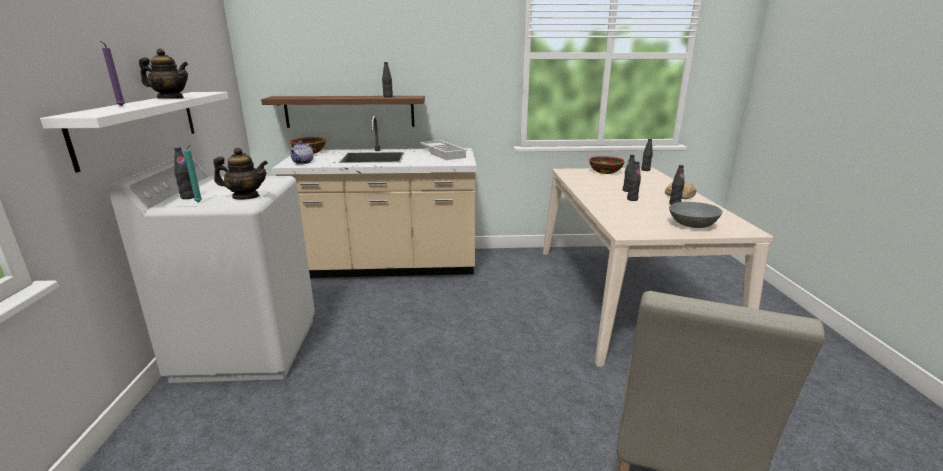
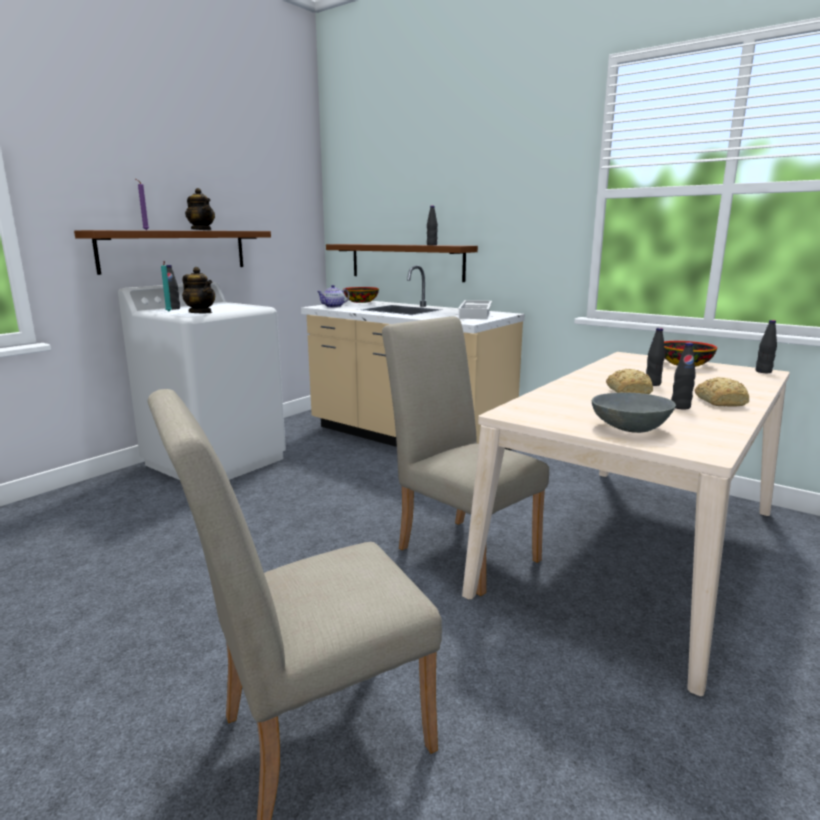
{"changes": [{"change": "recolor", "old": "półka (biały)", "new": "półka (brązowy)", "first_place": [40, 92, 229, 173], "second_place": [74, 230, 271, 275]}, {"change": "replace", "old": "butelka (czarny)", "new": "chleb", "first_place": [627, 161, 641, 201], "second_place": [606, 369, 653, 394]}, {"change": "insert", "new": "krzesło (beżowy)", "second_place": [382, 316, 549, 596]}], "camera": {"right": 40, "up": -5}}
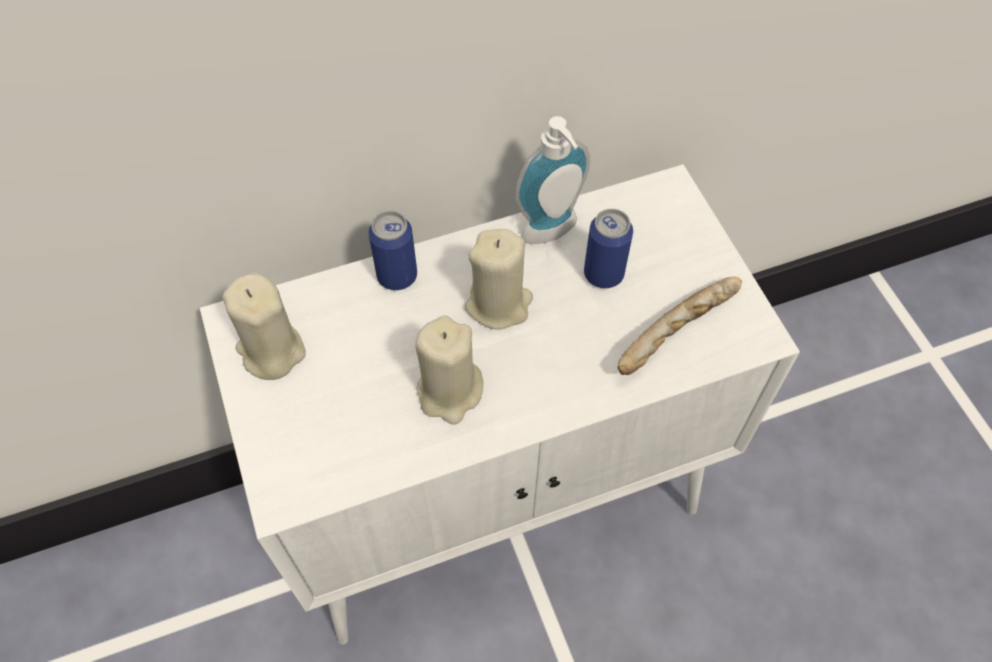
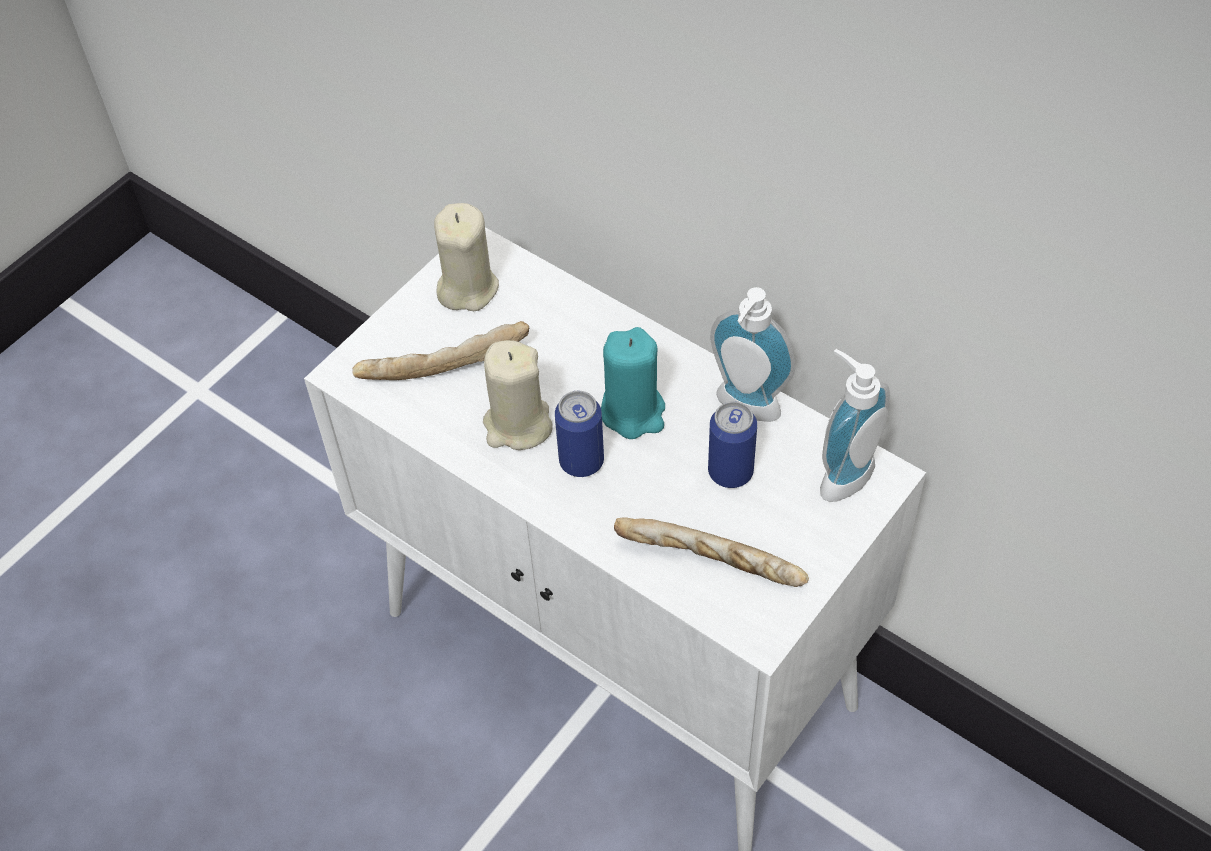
{"changes": [{"change": "move", "old": "puszka", "first_place": [369, 211, 417, 290], "second_place": [555, 391, 604, 477]}, {"change": "recolor", "old": "świeca (beżowy)", "new": "świeca (turkusowy)", "first_place": [465, 229, 533, 330], "second_place": [601, 327, 665, 439]}, {"change": "insert", "new": "chleb", "second_place": [352, 321, 529, 380]}, {"change": "insert", "new": "dozownik mydła", "second_place": [820, 349, 890, 502]}], "camera": {"right": 60, "up": -5}}
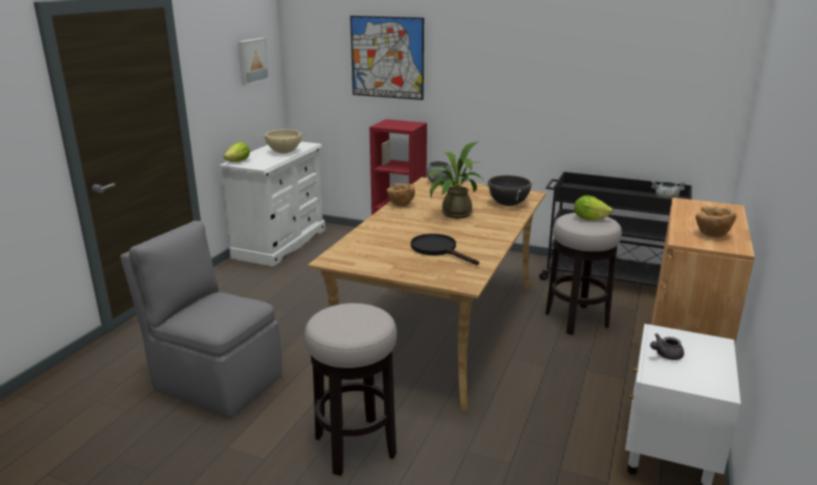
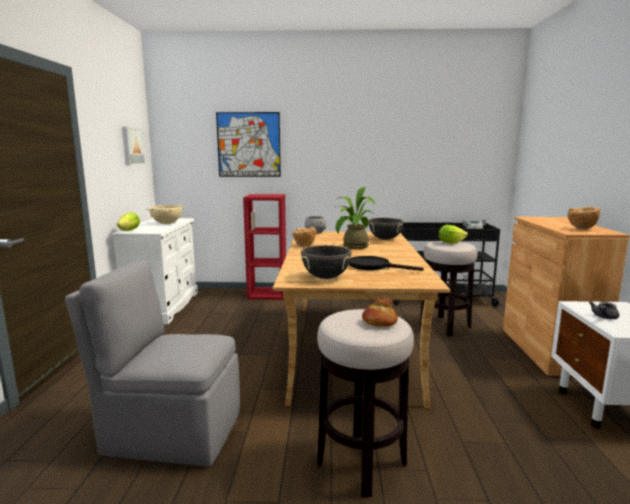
{"changes": [{"change": "insert", "new": "garnek (czarny)", "second_place": [301, 245, 352, 279]}, {"change": "insert", "new": "chleb", "second_place": [362, 296, 398, 327]}], "camera": {"right": -20, "up": -10}}
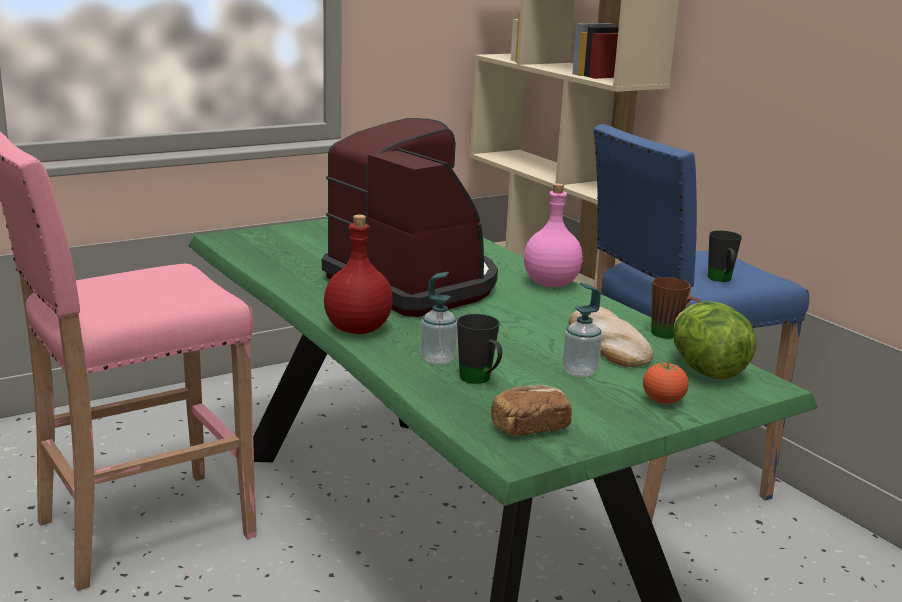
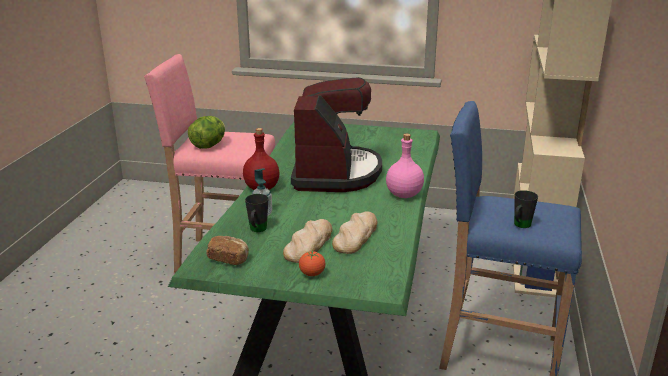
{"changes": [{"change": "delete", "old": "kubek (brązowy)", "first_place": [651, 277, 701, 339]}, {"change": "replace", "old": "dozownik mydła", "new": "chleb", "first_place": [562, 283, 602, 377], "second_place": [283, 219, 333, 263]}, {"change": "move", "old": "sałata", "first_place": [673, 301, 756, 380], "second_place": [188, 116, 225, 149]}], "camera": {"right": 45, "up": 5}}
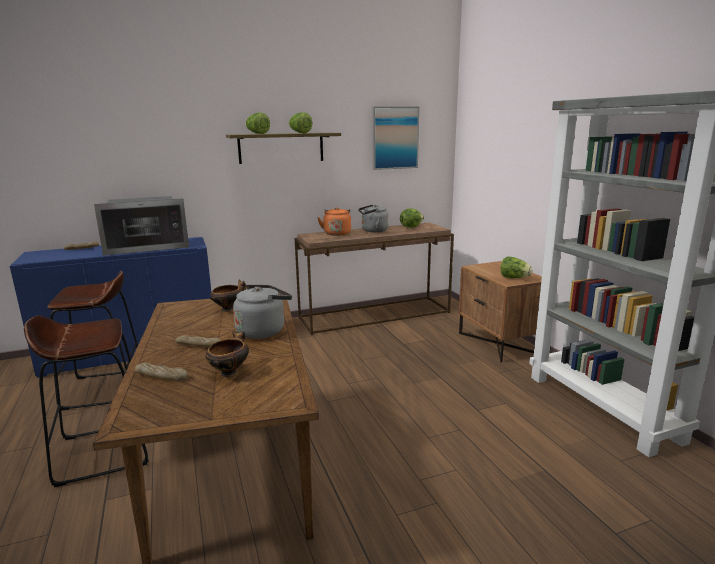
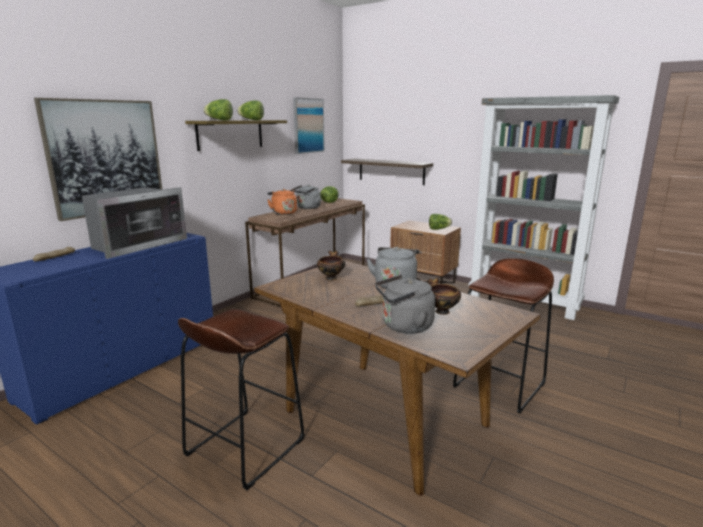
{"changes": [{"change": "move", "old": "stołek (brązowy)", "first_place": [48, 271, 138, 411], "second_place": [453, 258, 554, 413]}, {"change": "replace", "old": "chleb", "new": "czajnik (szary)", "first_place": [135, 363, 188, 381], "second_place": [375, 275, 435, 334]}, {"change": "insert", "new": "obraz", "second_place": [34, 98, 162, 221]}, {"change": "insert", "new": "półka", "second_place": [341, 159, 433, 185]}], "camera": {"right": -35, "up": 0}}
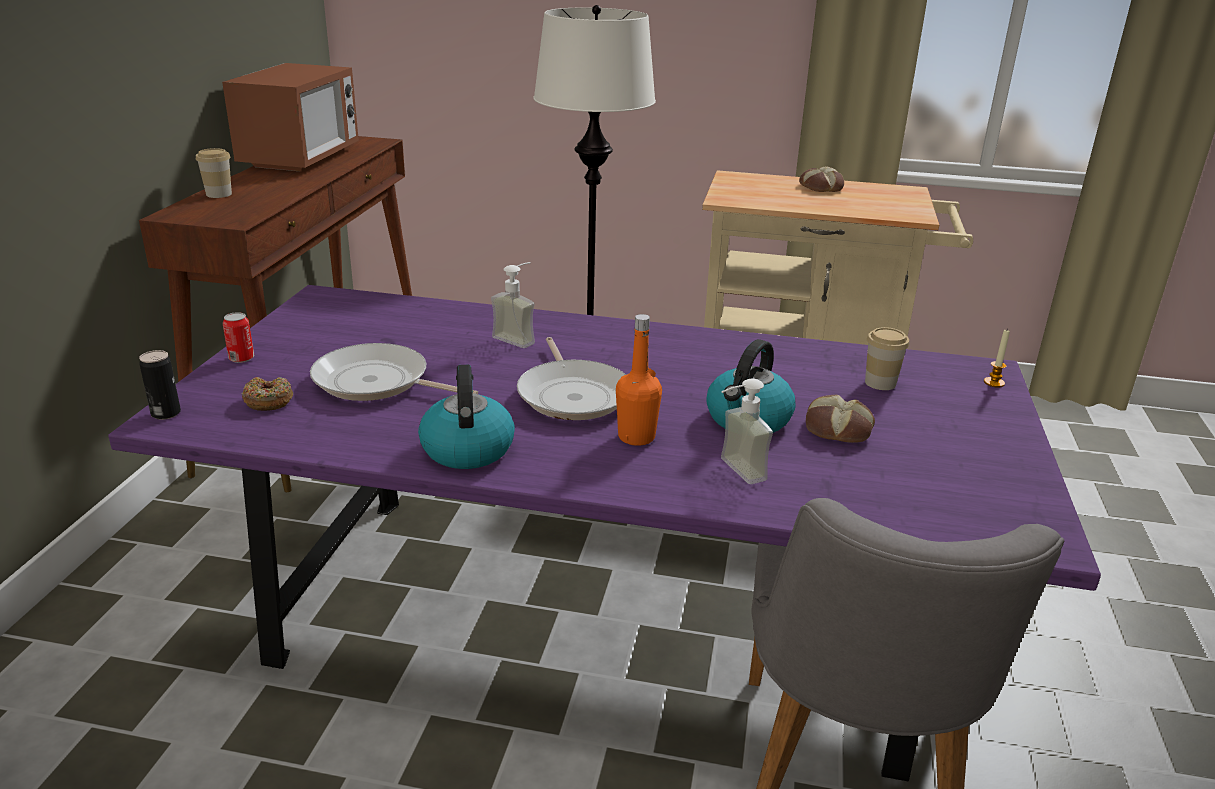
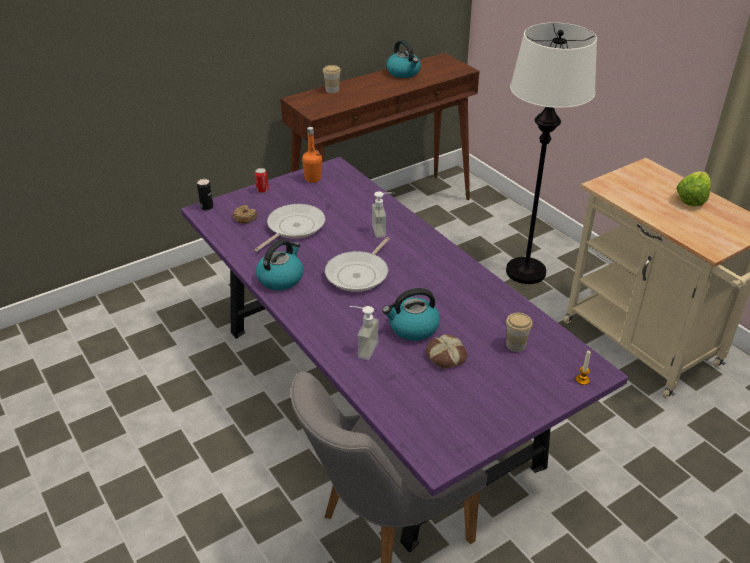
{"changes": [{"change": "replace", "old": "mikrofalówka", "new": "czajnik", "first_place": [222, 63, 359, 172], "second_place": [386, 40, 421, 78]}, {"change": "replace", "old": "chleb", "new": "sałata", "first_place": [799, 167, 844, 192], "second_place": [676, 172, 711, 206]}, {"change": "move", "old": "butelka (pomarańczowy)", "first_place": [616, 314, 662, 446], "second_place": [302, 127, 322, 183]}, {"change": "rotate", "old": "patelnia", "first_place": [310, 343, 478, 401], "second_place": [254, 204, 325, 252], "degrees": 60}], "camera": {"right": 45, "up": 10}}
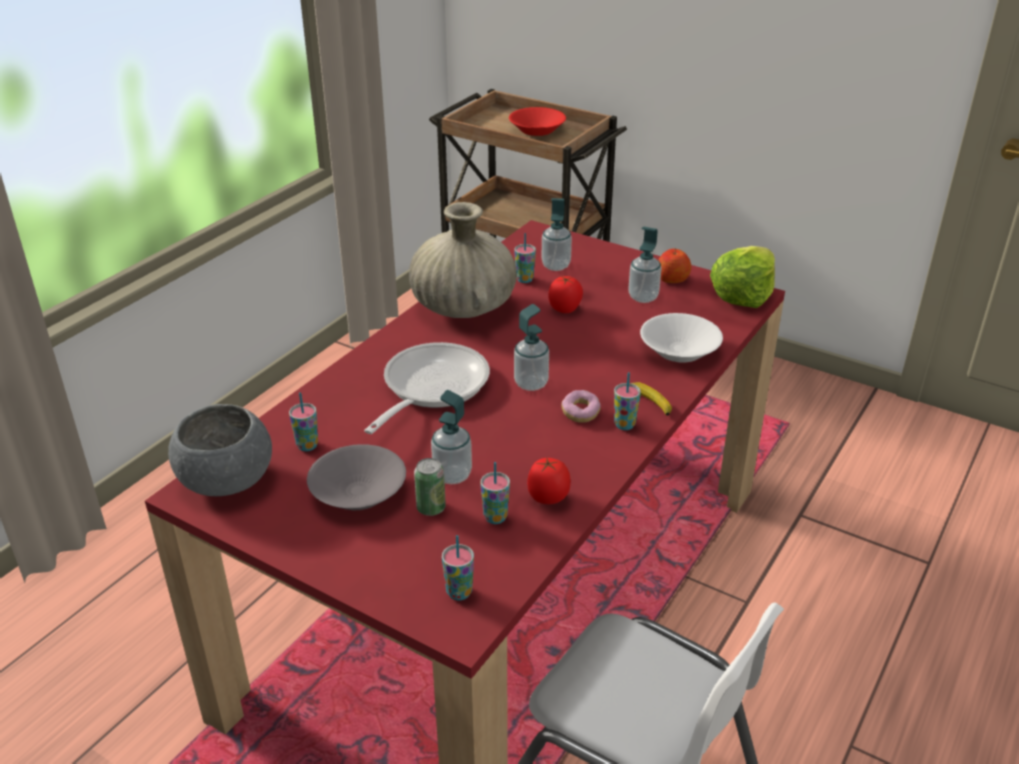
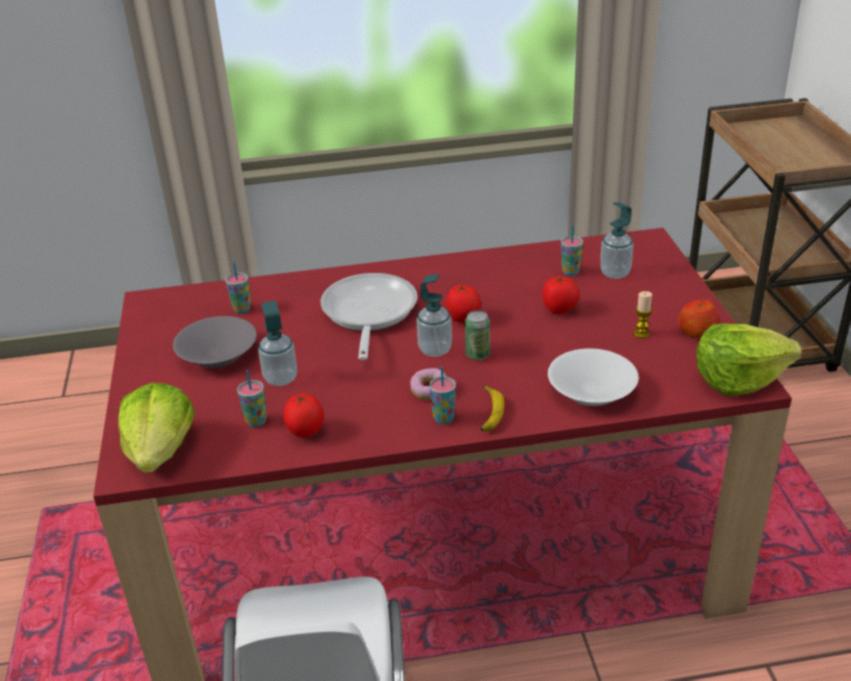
{"changes": [{"change": "delete", "old": "miska (czerwony)", "first_place": [509, 107, 566, 136]}, {"change": "delete", "old": "wazon (beżowy)", "first_place": [409, 202, 517, 318]}, {"change": "replace", "old": "dozownik mydła", "new": "świeca", "first_place": [628, 227, 662, 303], "second_place": [633, 291, 652, 338]}, {"change": "rotate", "old": "patelnia", "first_place": [364, 342, 490, 434], "second_place": [321, 273, 417, 360], "degrees": -75}, {"change": "delete", "old": "miska (szary)", "first_place": [168, 404, 272, 496]}, {"change": "move", "old": "puszka", "first_place": [414, 458, 446, 516], "second_place": [465, 310, 490, 360]}, {"change": "replace", "old": "filiżanka", "new": "sałata", "first_place": [442, 535, 474, 600], "second_place": [118, 383, 194, 472]}, {"change": "insert", "new": "pomidor", "second_place": [446, 285, 481, 323]}], "camera": {"right": 50, "up": 0}}
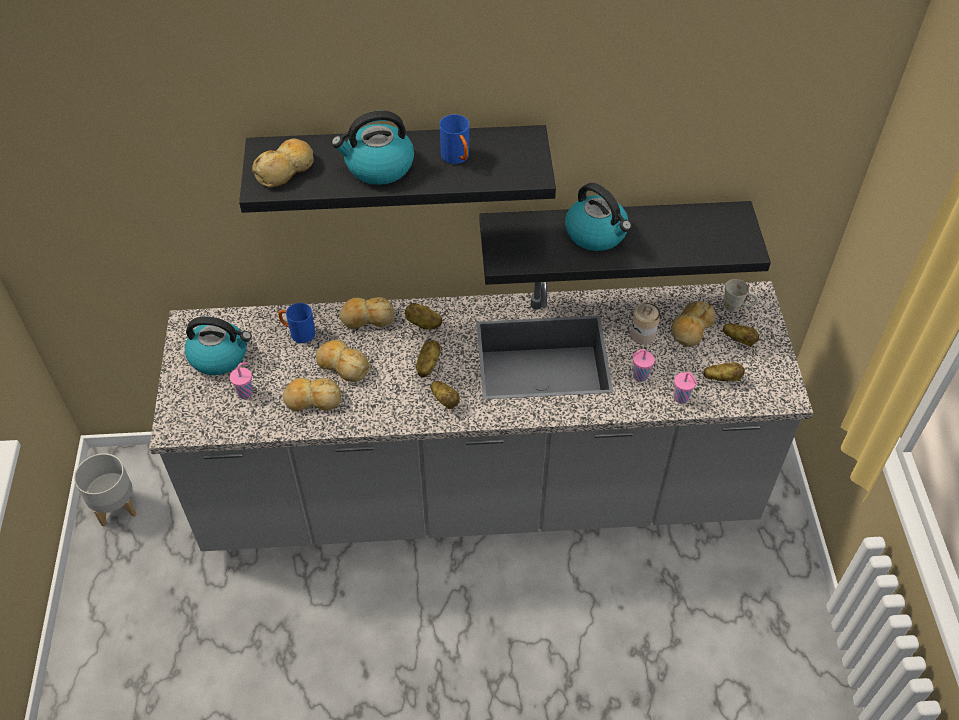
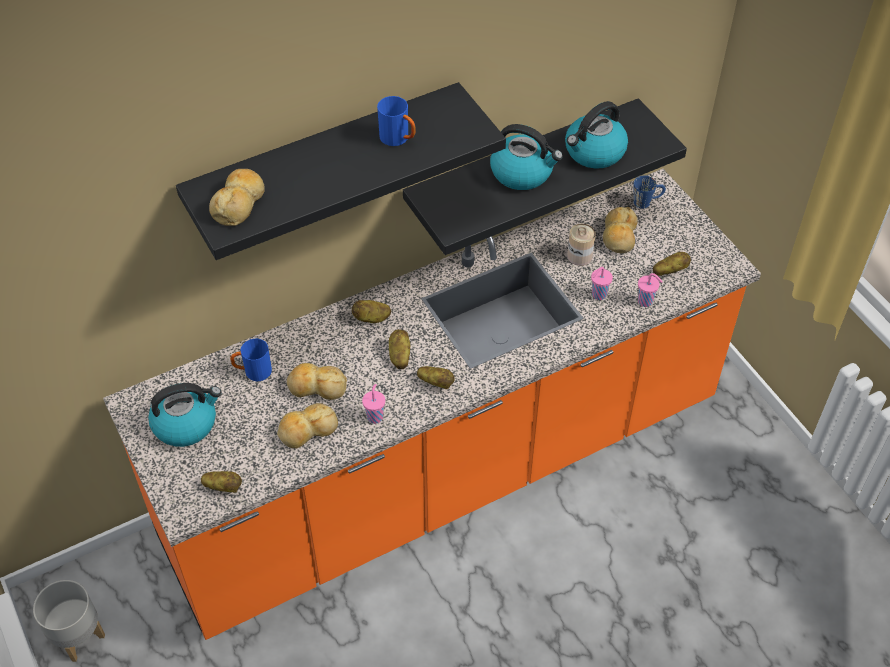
{"changes": [{"change": "move", "old": "czajnik", "first_place": [331, 111, 414, 185], "second_place": [565, 101, 628, 168]}, {"change": "recolor", "old": "kubek (biały)", "new": "kubek (niebieski)", "first_place": [724, 279, 758, 312], "second_place": [634, 176, 666, 209]}, {"change": "recolor", "old": "zabudowa kuchenna (szary)", "new": "zabudowa kuchenna (pomarańczowy)", "first_place": [149, 281, 813, 551], "second_place": [103, 169, 761, 640]}, {"change": "delete", "old": "chleb", "first_place": [340, 297, 394, 329]}, {"change": "move", "old": "ziemniak", "first_place": [723, 323, 759, 347], "second_place": [201, 471, 242, 493]}, {"change": "move", "old": "filiżanka (różowy)", "first_place": [230, 362, 253, 399], "second_place": [362, 384, 385, 424]}], "camera": {"right": -25, "up": 0}}
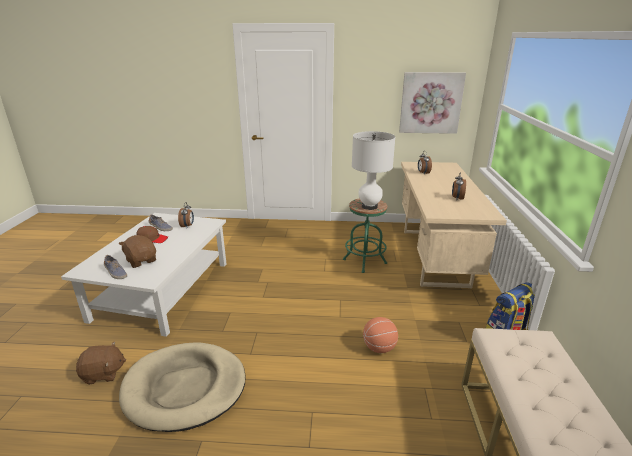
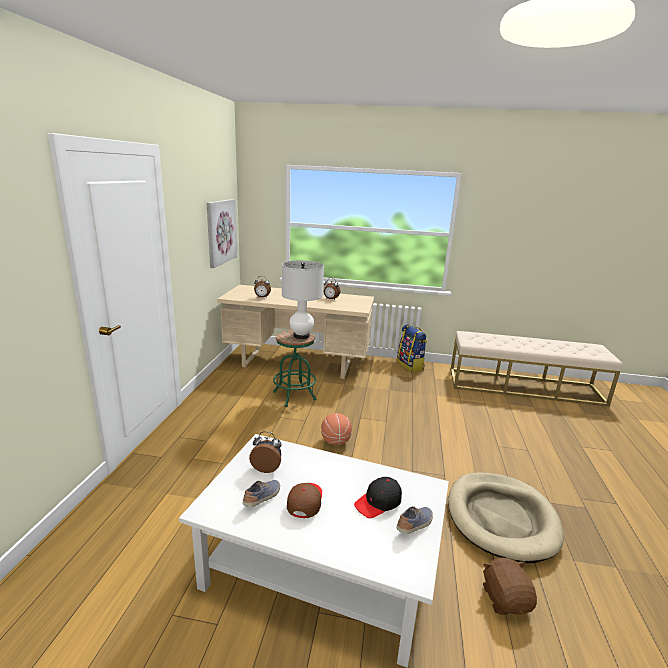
{"changes": [{"change": "replace", "old": "pluszak (brązowy)", "new": "czapka z daszkiem (czarny)", "first_place": [119, 234, 156, 268], "second_place": [354, 477, 402, 518]}, {"change": "move", "old": "piłka do koszykówki", "first_place": [363, 317, 398, 353], "second_place": [321, 413, 352, 445]}], "camera": {"right": -85, "up": -5}}
